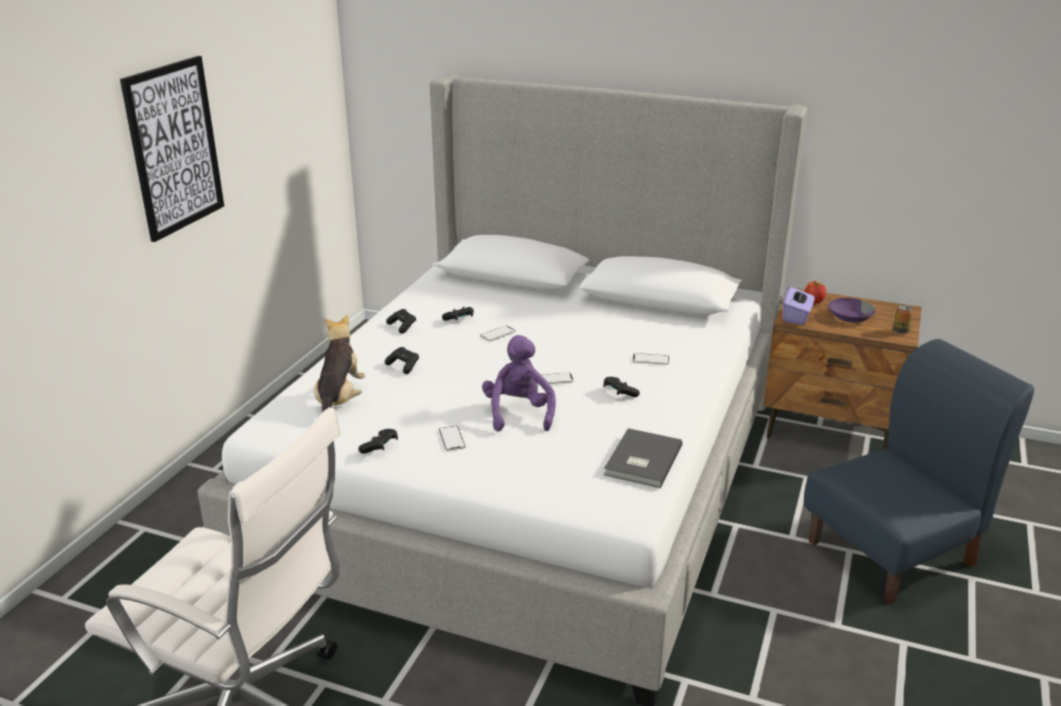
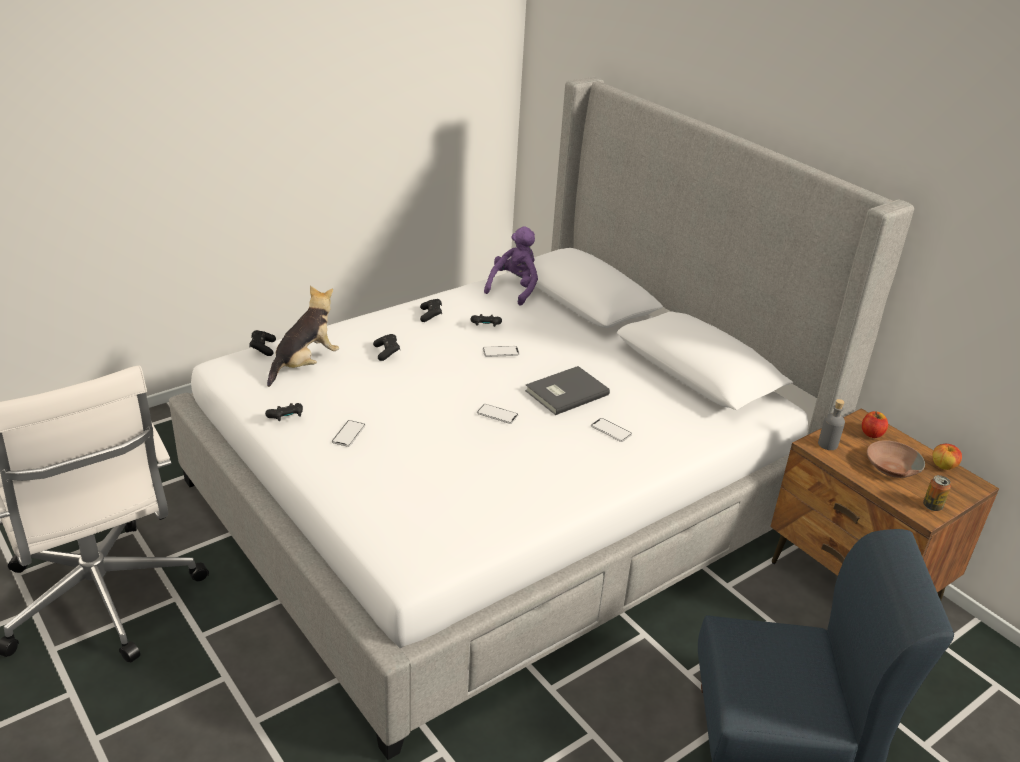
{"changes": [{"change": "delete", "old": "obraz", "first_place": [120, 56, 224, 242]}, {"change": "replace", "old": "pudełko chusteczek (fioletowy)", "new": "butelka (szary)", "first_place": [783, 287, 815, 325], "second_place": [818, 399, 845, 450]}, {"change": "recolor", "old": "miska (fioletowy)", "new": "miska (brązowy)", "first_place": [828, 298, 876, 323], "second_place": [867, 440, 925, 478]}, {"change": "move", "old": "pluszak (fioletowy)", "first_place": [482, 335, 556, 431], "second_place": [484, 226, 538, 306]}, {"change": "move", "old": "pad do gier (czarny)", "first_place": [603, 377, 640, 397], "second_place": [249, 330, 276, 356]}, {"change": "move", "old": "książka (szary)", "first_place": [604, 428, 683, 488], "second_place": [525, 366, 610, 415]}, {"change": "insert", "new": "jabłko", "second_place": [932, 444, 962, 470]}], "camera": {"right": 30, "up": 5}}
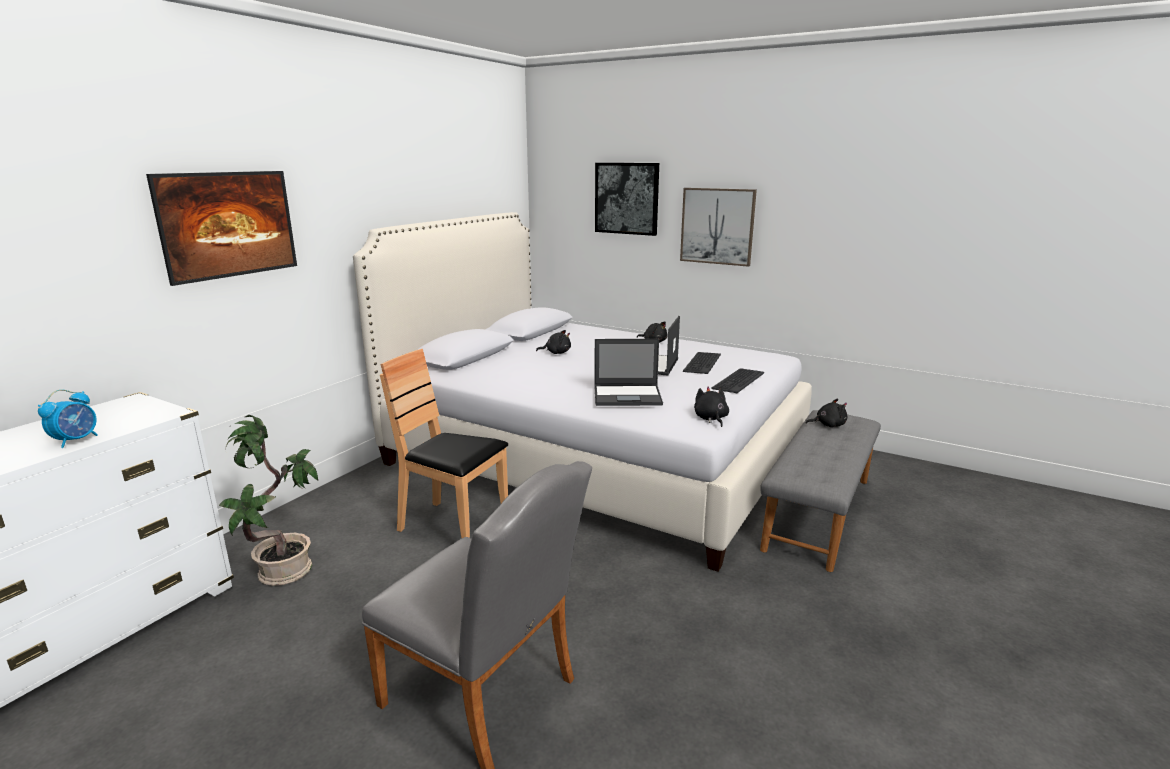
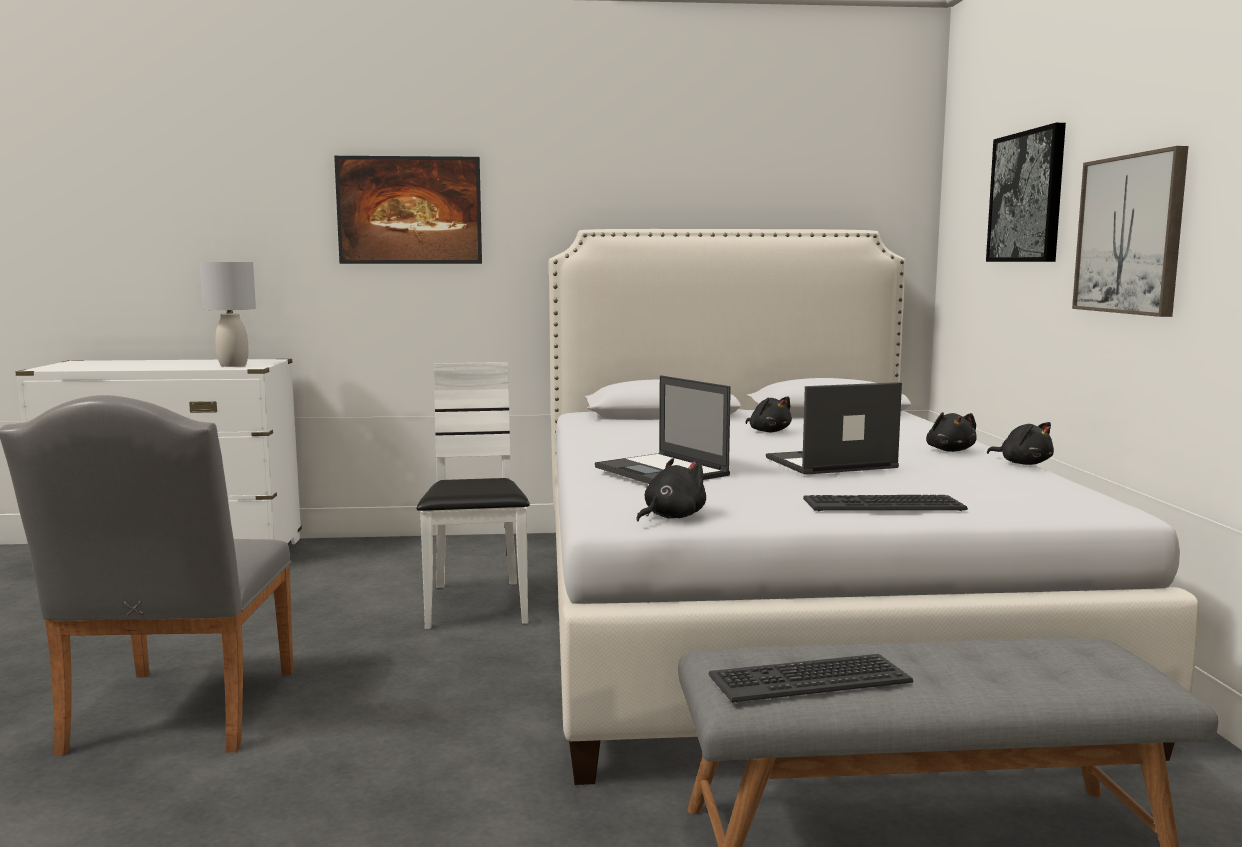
{"changes": [{"change": "recolor", "old": "krzesło (brązowy)", "new": "krzesło (biały)", "first_place": [380, 349, 508, 539], "second_place": [417, 363, 530, 629]}, {"change": "move", "old": "klawiatura", "first_place": [683, 352, 721, 374], "second_place": [709, 654, 913, 703]}, {"change": "delete", "old": "budzik", "first_place": [38, 389, 97, 448]}, {"change": "move", "old": "pluszak (czarny)", "first_place": [806, 399, 847, 427], "second_place": [987, 422, 1054, 465]}, {"change": "delete", "old": "roślina doniczkowa", "first_place": [219, 415, 318, 586]}, {"change": "insert", "new": "lampa stołowa (szary)", "second_place": [199, 262, 256, 367]}], "camera": {"right": 55, "up": -10}}
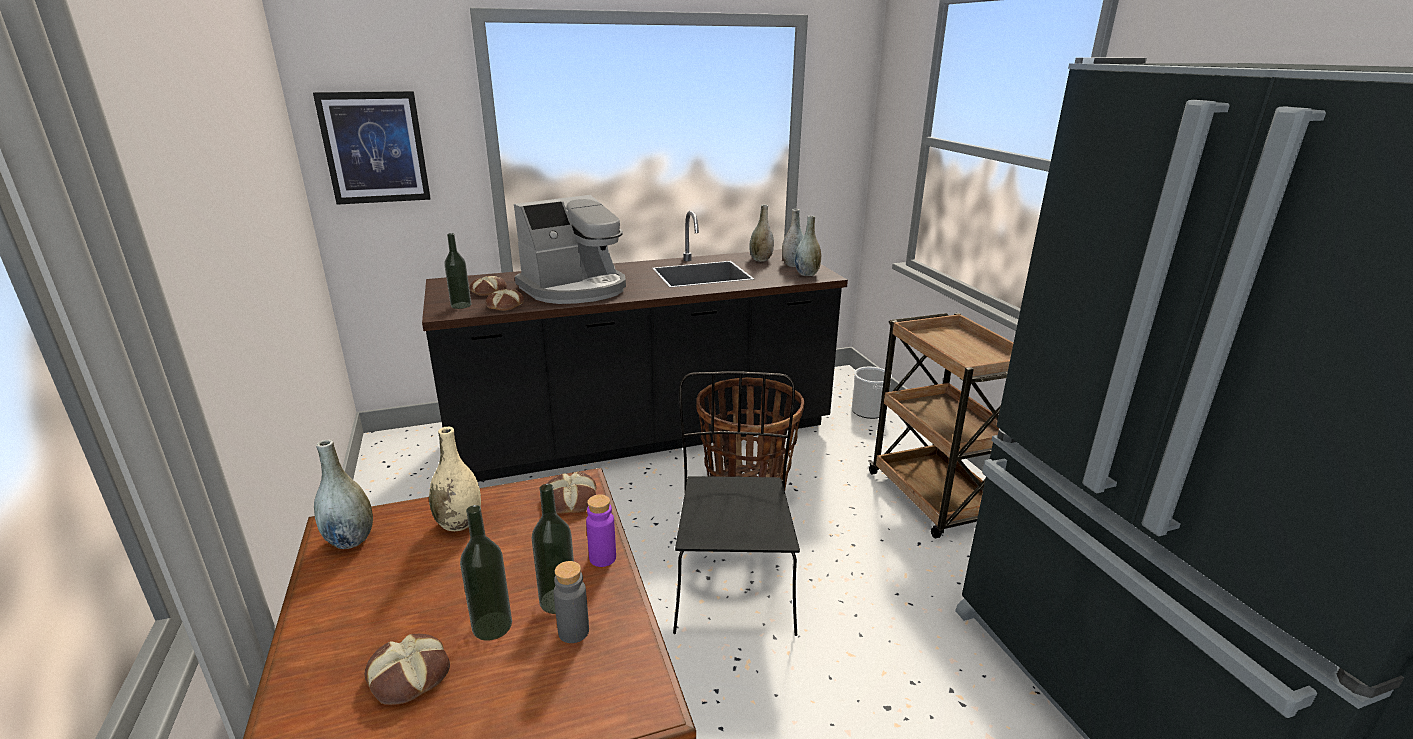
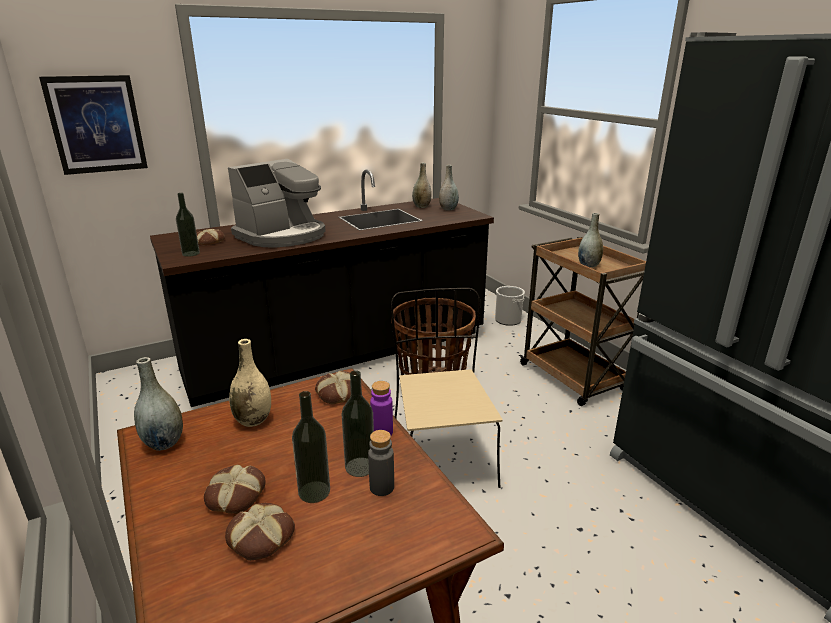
{"changes": [{"change": "move", "old": "wazon (szary)", "first_place": [795, 215, 821, 276], "second_place": [578, 213, 603, 267]}, {"change": "move", "old": "chleb", "first_place": [486, 289, 524, 311], "second_place": [204, 465, 266, 514]}, {"change": "recolor", "old": "krzesło (czarny)", "new": "krzesło (beżowy)", "first_place": [673, 371, 800, 636], "second_place": [391, 288, 503, 488]}], "camera": {"right": -10, "up": 0}}
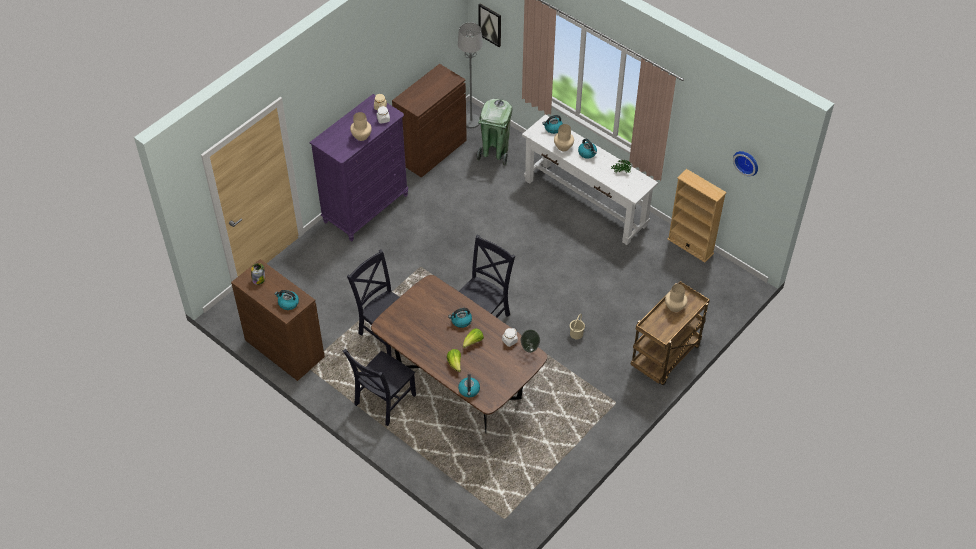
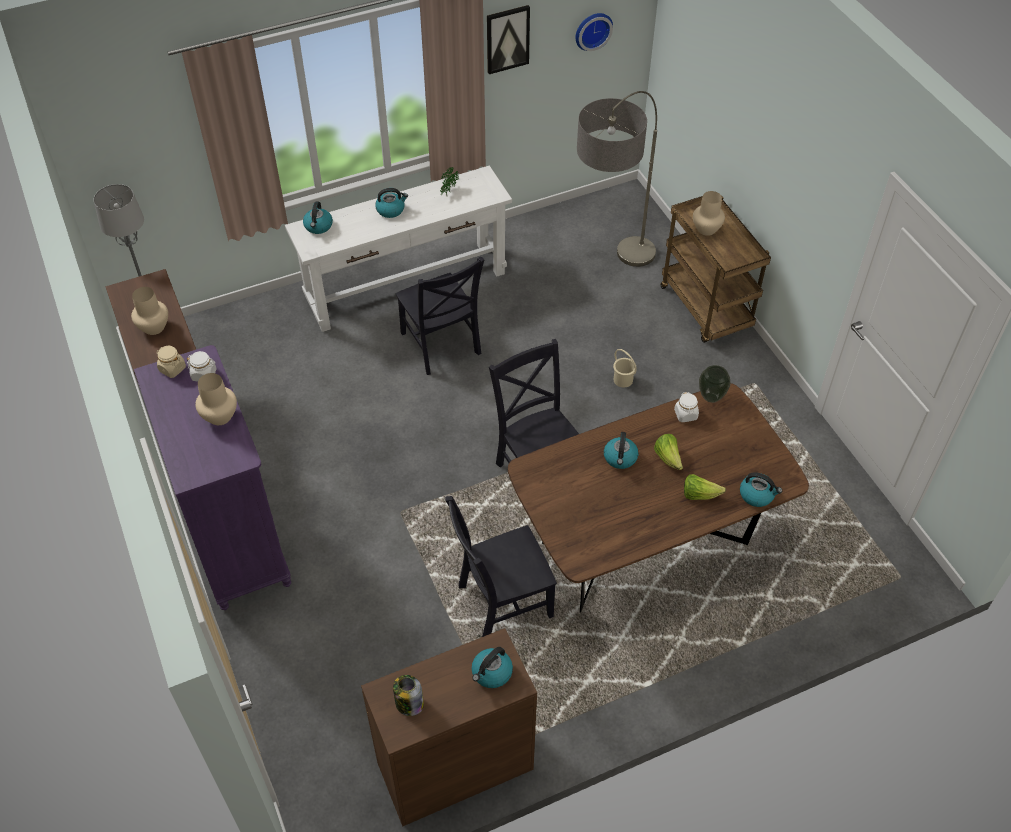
{"changes": [{"change": "move", "old": "obraz", "first_place": [478, 4, 501, 47], "second_place": [487, 5, 530, 74]}, {"change": "delete", "old": "kosz na śmieci (zielony)", "first_place": [476, 99, 512, 166]}, {"change": "move", "old": "wazon (beżowy)", "first_place": [554, 124, 574, 151], "second_place": [131, 287, 168, 335]}, {"change": "delete", "old": "regał (beżowy)", "first_place": [667, 169, 727, 263]}, {"change": "move", "old": "krzesło (czarny)", "first_place": [343, 349, 416, 426], "second_place": [395, 256, 485, 375]}, {"change": "insert", "new": "lampa stojąca", "second_place": [577, 91, 657, 267]}], "camera": {"right": -65, "up": 0}}
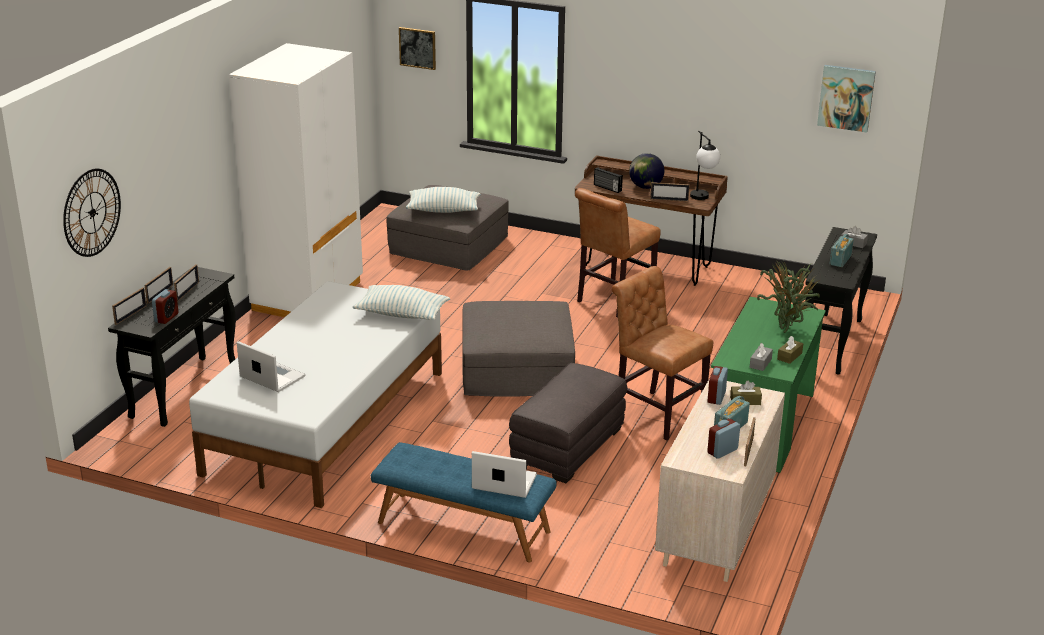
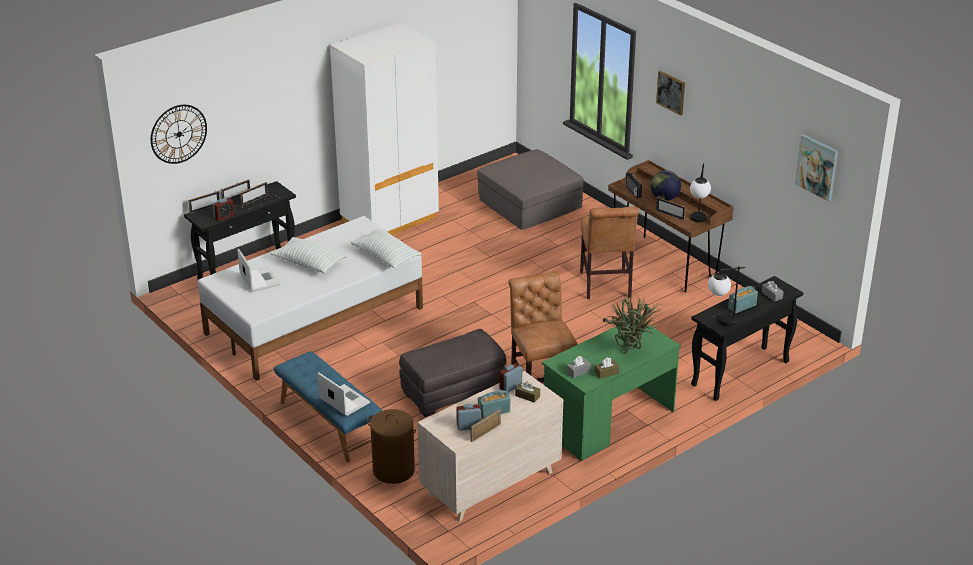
{"changes": [{"change": "move", "old": "obraz", "first_place": [399, 27, 436, 70], "second_place": [656, 71, 685, 116]}, {"change": "move", "old": "poduszka", "first_place": [406, 187, 481, 213], "second_place": [271, 237, 347, 273]}, {"change": "rotate", "old": "krzesło (brązowy)", "first_place": [575, 188, 661, 317], "second_place": [580, 207, 639, 299], "degrees": -75}, {"change": "delete", "old": "pufa (szary)", "first_place": [462, 301, 575, 397]}, {"change": "insert", "new": "lampa stołowa", "second_place": [708, 266, 745, 326]}, {"change": "insert", "new": "kosz na pranie (brązowy)", "second_place": [367, 409, 416, 484]}], "camera": {"right": 30, "up": 5}}
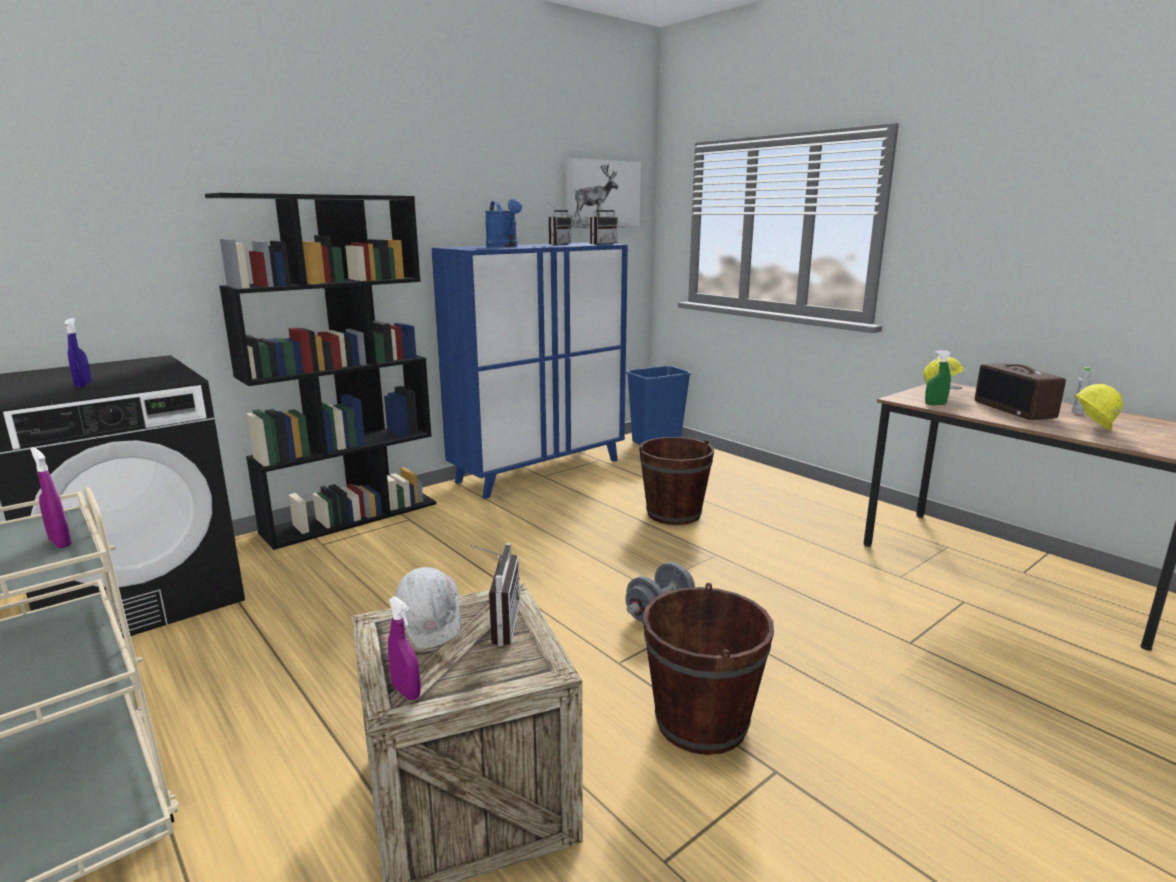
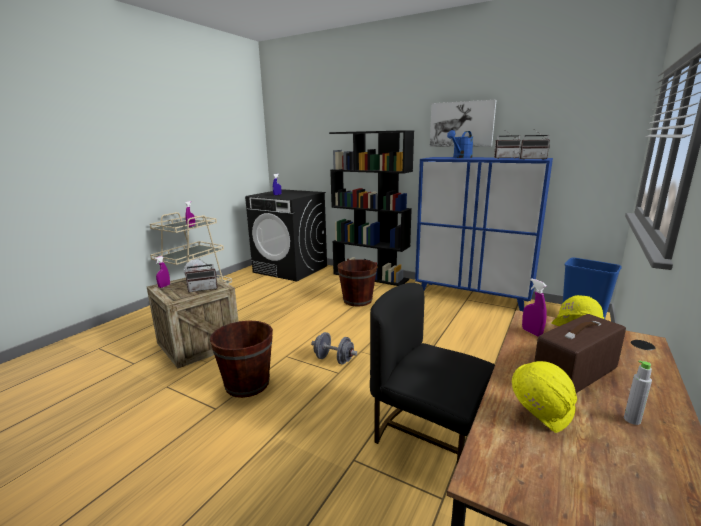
{"changes": [{"change": "move", "old": "obraz", "first_place": [565, 158, 641, 228], "second_place": [430, 100, 496, 147]}, {"change": "recolor", "old": "spryskiwacz (zielony)", "new": "spryskiwacz (fioletowy)", "first_place": [925, 351, 951, 405], "second_place": [522, 278, 547, 337]}, {"change": "move", "old": "wiadro (brązowy)", "first_place": [639, 437, 714, 525], "second_place": [338, 259, 377, 307]}, {"change": "insert", "new": "krzesło (czarny)", "second_place": [370, 283, 495, 463]}], "camera": {"right": 70, "up": 0}}
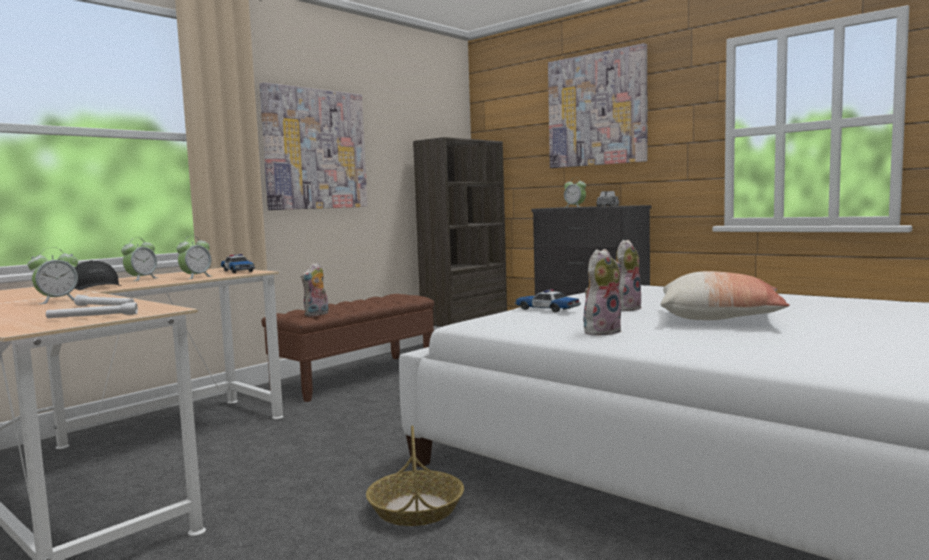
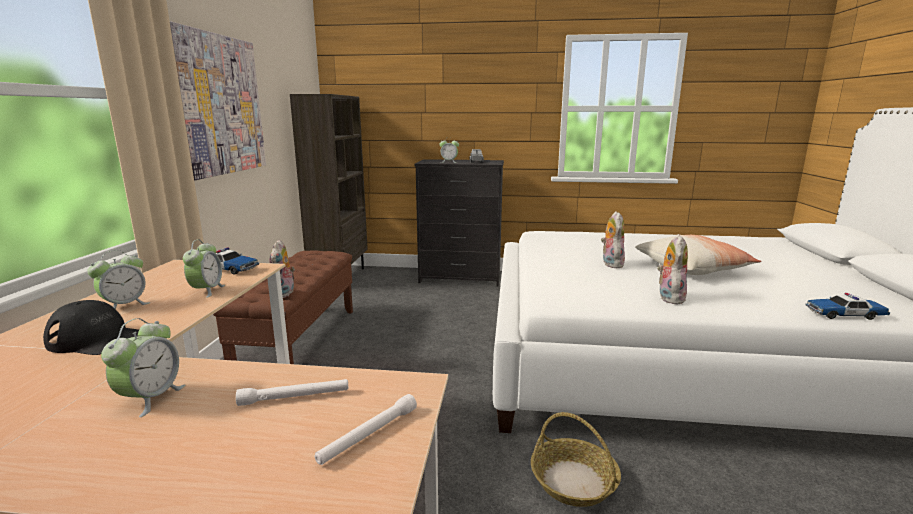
{"changes": [{"change": "delete", "old": "obraz", "first_place": [548, 43, 647, 168]}, {"change": "rotate", "old": "budzik", "first_place": [121, 238, 158, 281], "second_place": [87, 250, 150, 309], "degrees": 45}, {"change": "move", "old": "samochodzik", "first_place": [514, 289, 581, 312], "second_place": [805, 293, 890, 320]}], "camera": {"right": -35, "up": 10}}
